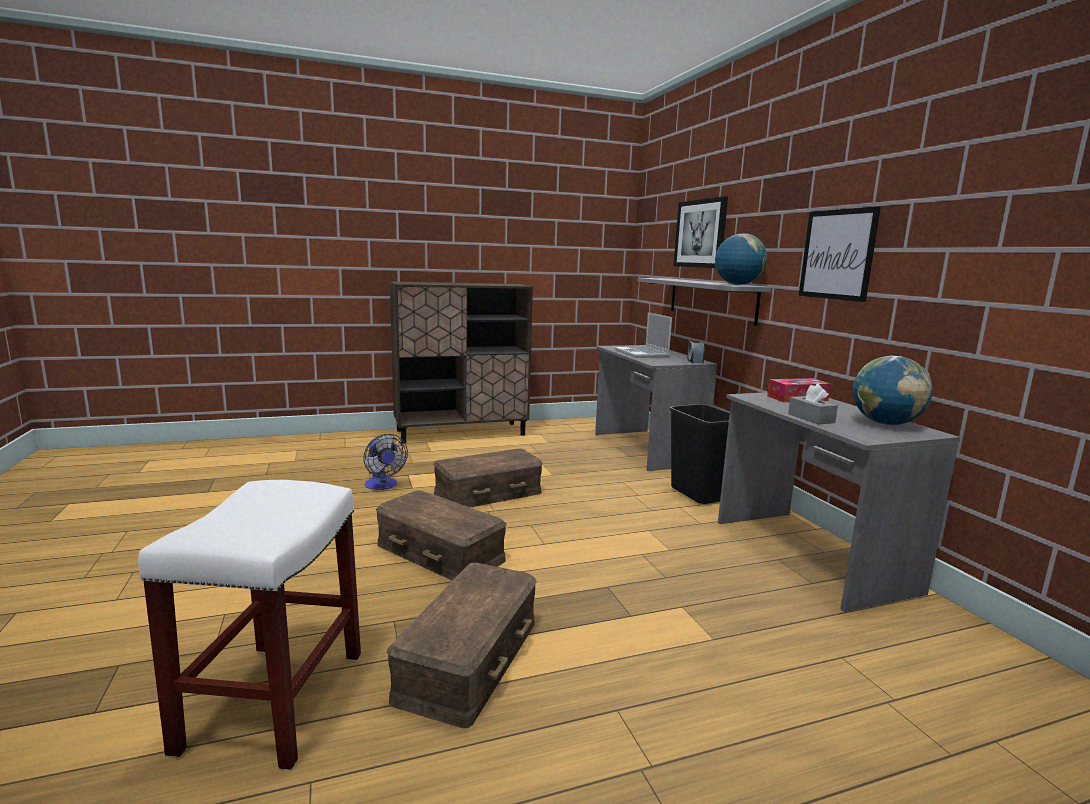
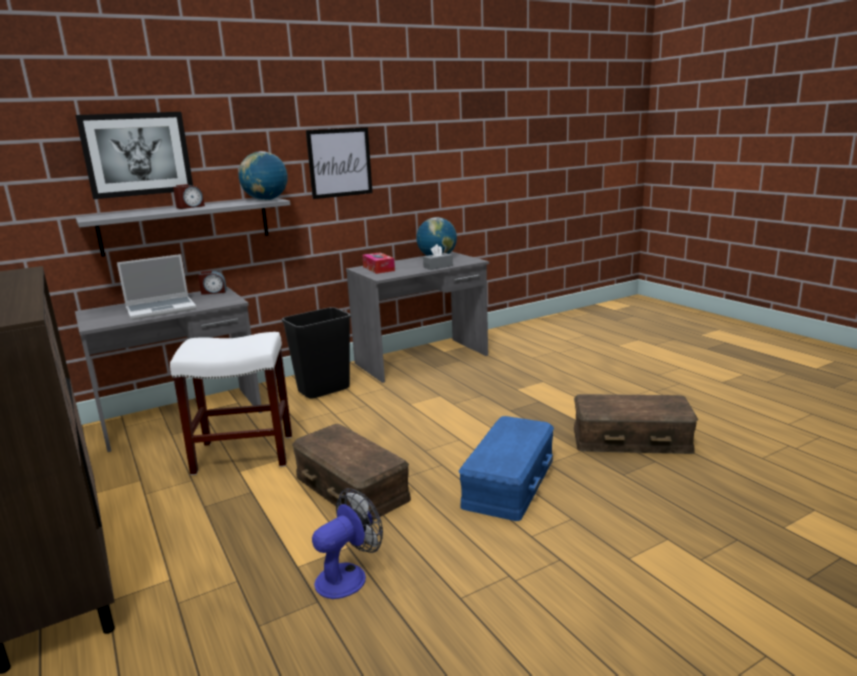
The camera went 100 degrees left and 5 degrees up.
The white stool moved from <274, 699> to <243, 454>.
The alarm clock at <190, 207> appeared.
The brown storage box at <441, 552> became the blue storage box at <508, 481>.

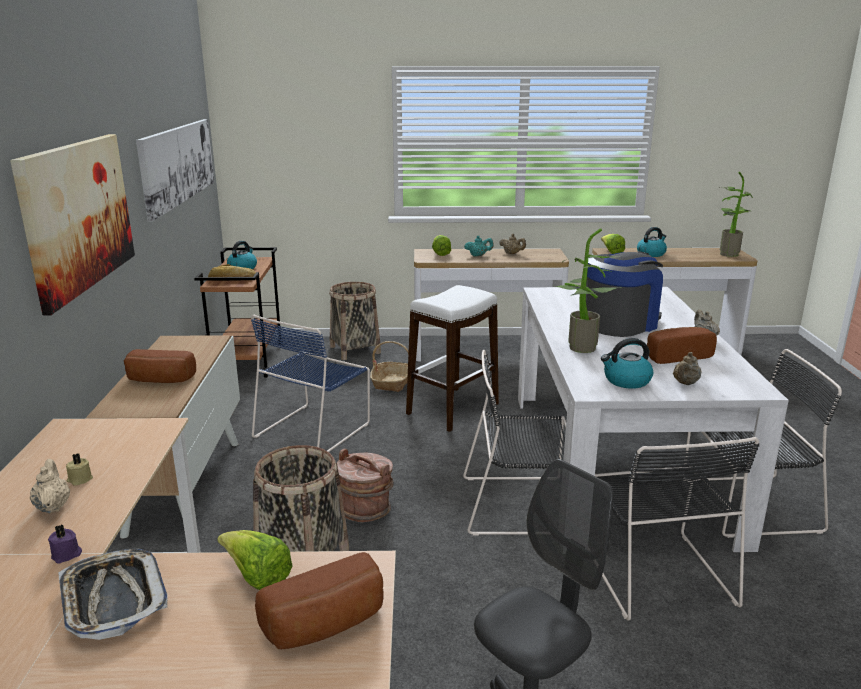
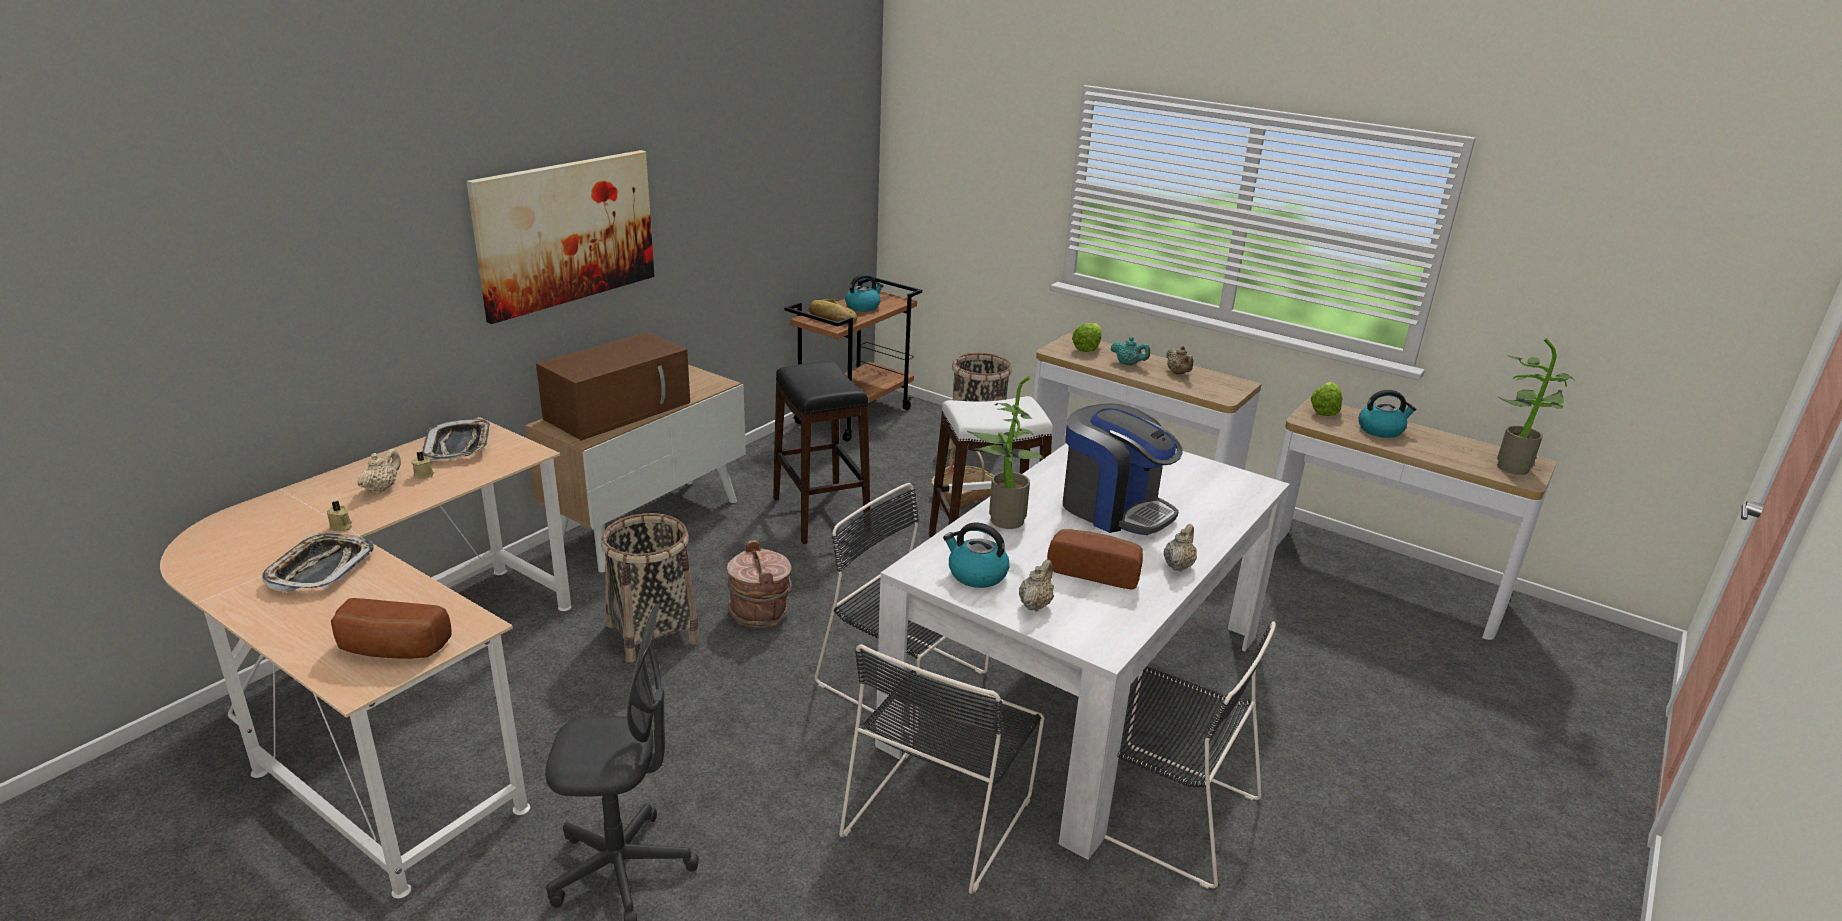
The camera went 35 degrees right and 5 degrees up.
The purple candle at <67, 555> became the beige candle at <341, 527>.
The tray at <459, 445> appeared.
The bread at <159, 380> was replaced by the brown microwave at <619, 410>.
The blue chair at <314, 429> was replaced by the black stool at <820, 514>.
The beige teapot at <685, 383> turned 135 degrees clockwise.
The coffee machine at <620, 323> turned 45 degrees clockwise.
The picture at <178, 164> disappeared.
The lettuce at <257, 578> disappeared.

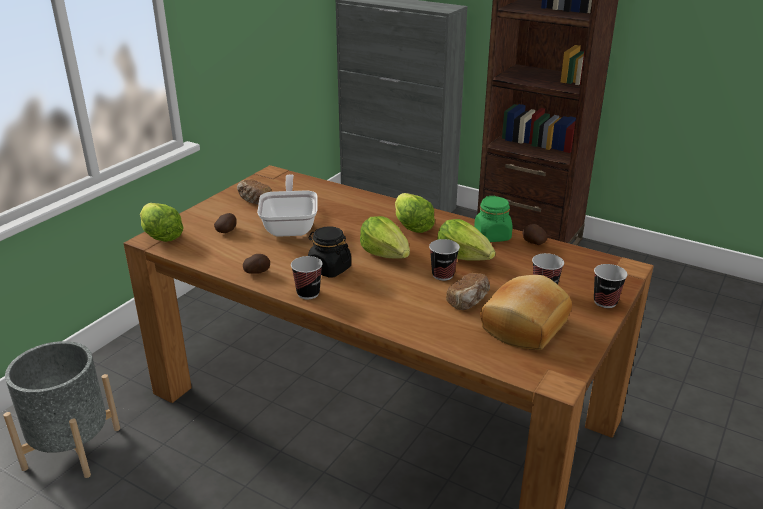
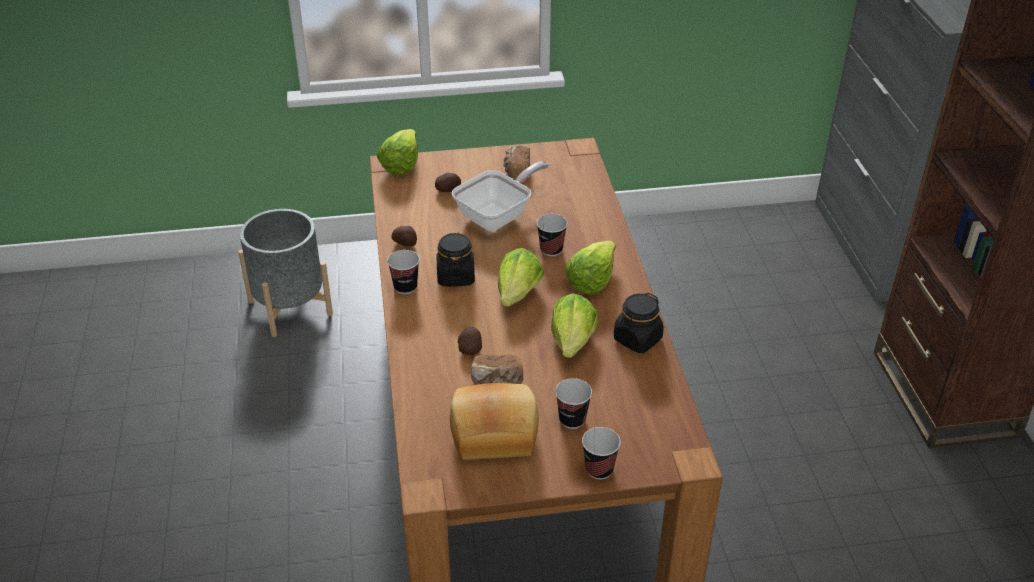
The camera went 50 degrees right and 10 degrees up.
The potato moved from <533, 243> to <470, 349>.
The cup moved from <443, 275> to <551, 250>.
The green jar at <492, 236> became the black jar at <637, 339>.

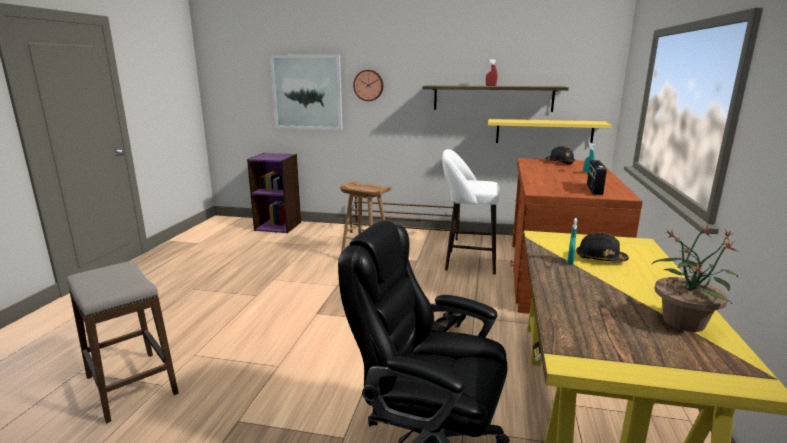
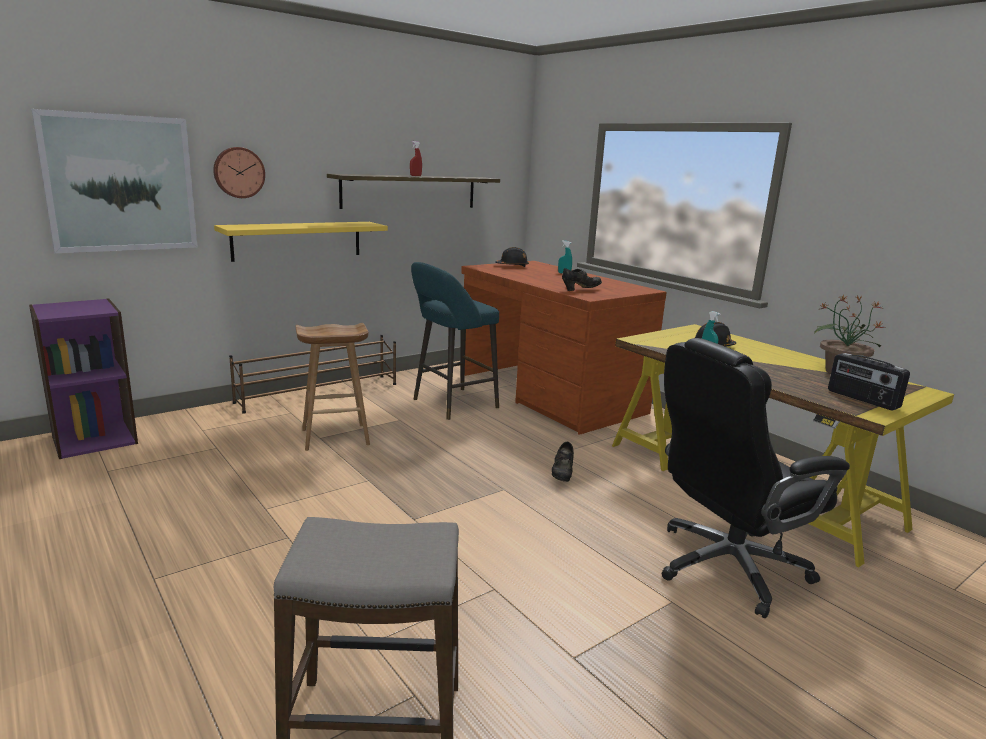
The camera went 50 degrees left and 0 degrees up.
The yellow shelf moved from <544, 132> to <297, 240>.
The white stool at <467, 262> became the turquoise stool at <451, 404>.
The black shoe at <581, 289> appeared.
The radio moved from <594, 189> to <862, 399>.

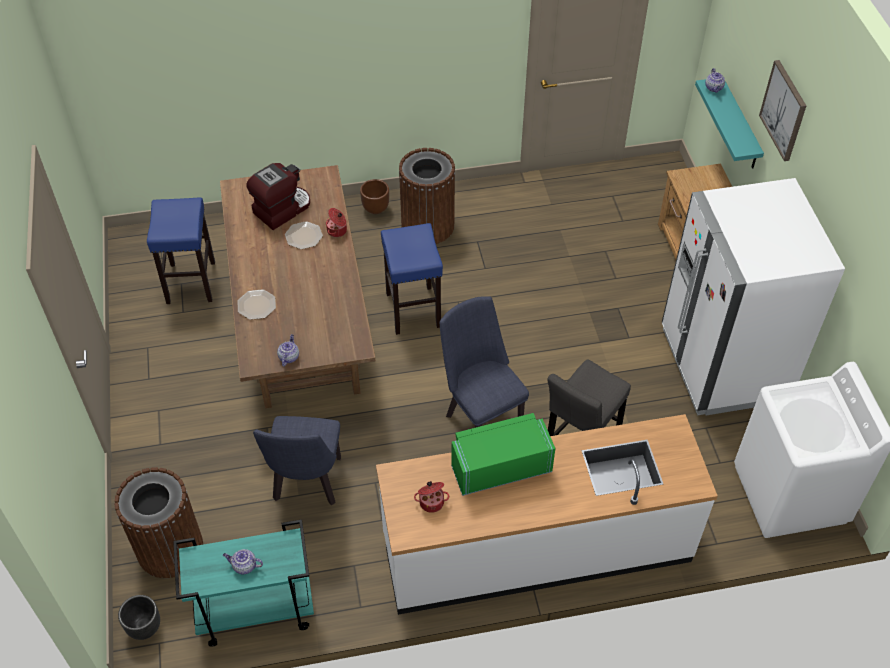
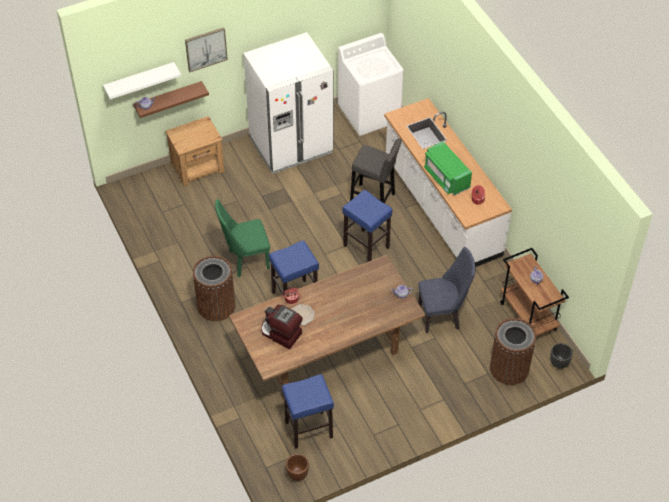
The camera went 105 degrees left and 0 degrees up.
The white shelf at <139, 80> appeared.
The turquoise shelf at <739, 125> became the brown shelf at <168, 99>.
The green chair at <245, 261> appeared.
The brown planter moved from <375, 208> to <297, 474>.
The blue chair at <480, 416> was replaced by the blue stool at <365, 246>.
The turquoise cart at <255, 612> became the brown cart at <528, 316>.
The plate at <257, 305> disappeared.

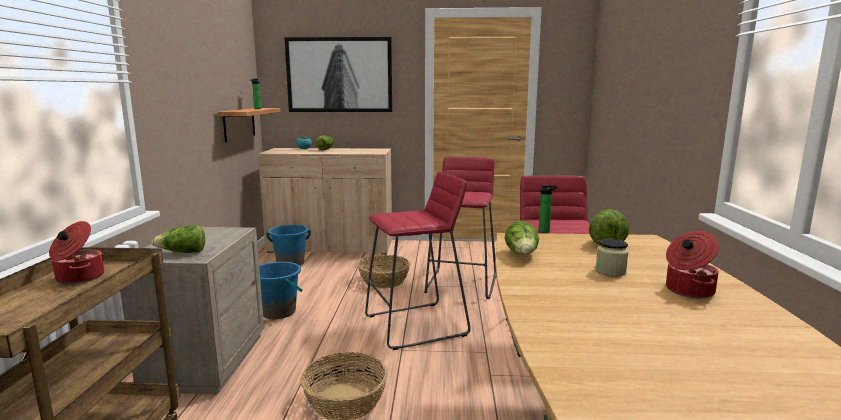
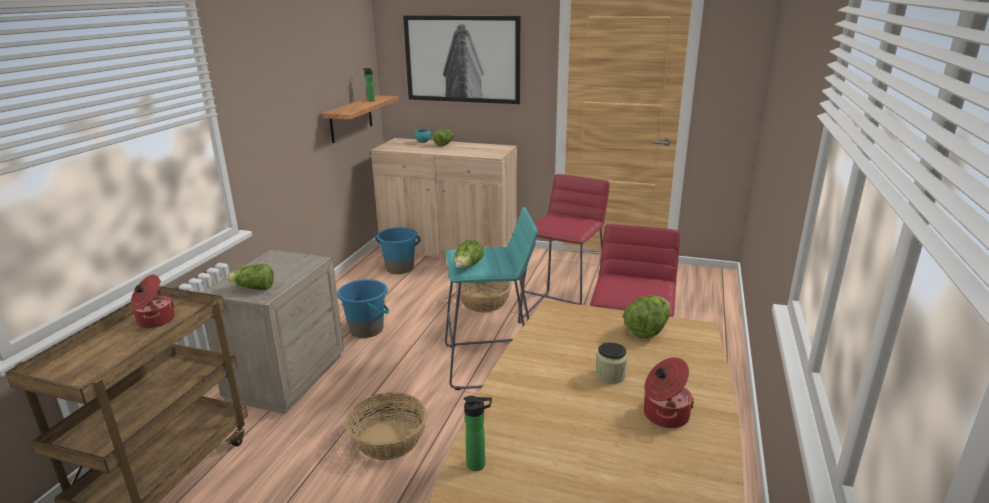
The camera went 15 degrees right and 10 degrees up.
The red stool at <417, 325> became the turquoise stool at <491, 364>.
The lettuce moved from <522, 255> to <468, 266>.
The bottle moved from <545, 231> to <479, 465>.

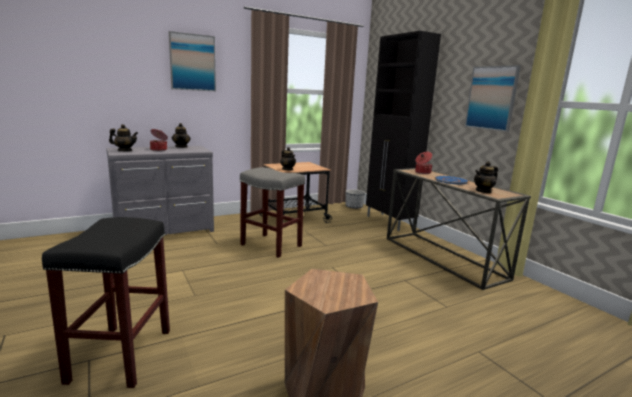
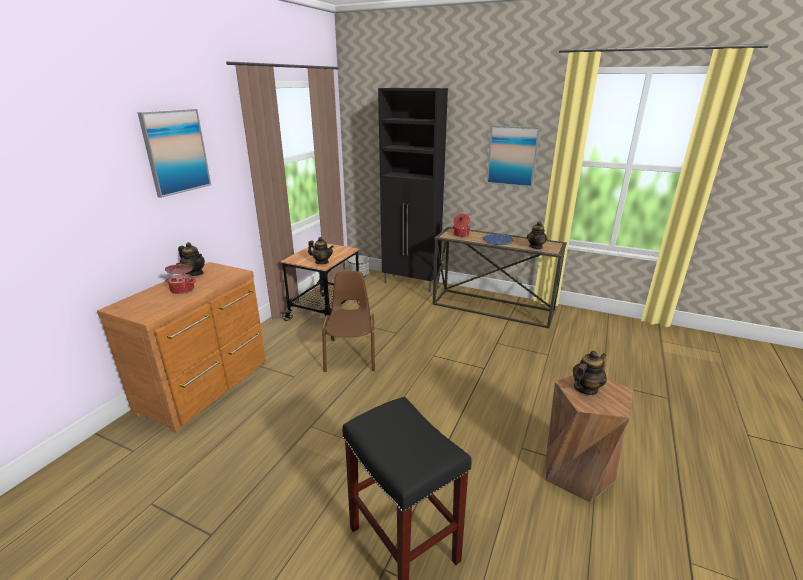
The camera went 35 degrees left and 10 degrees up.
The grey dresser at <165, 231> became the brown dresser at <208, 386>.
The grey stool at <272, 245> was replaced by the brown chair at <351, 354>.
The teapot moved from <125, 150> to <585, 388>.

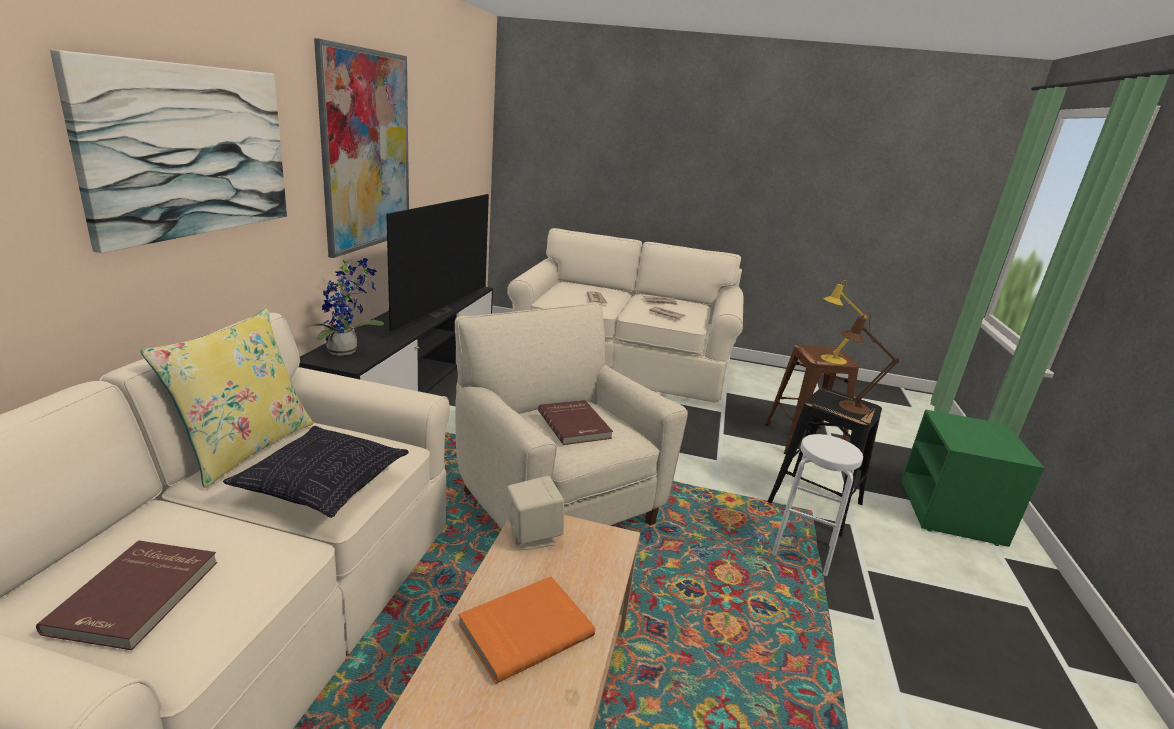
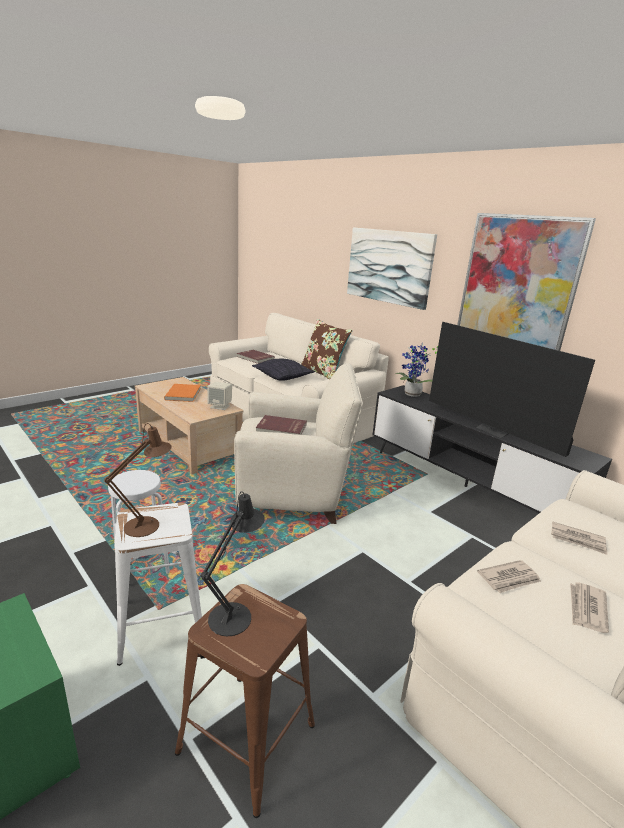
The camera went 125 degrees right and 0 degrees up.
The black stool at <815, 503> became the white stool at <161, 624>.
The yellow table lamp at <829, 359> became the black table lamp at <234, 614>.
The yellow pillow at <245, 447> became the brown pillow at <323, 373>.

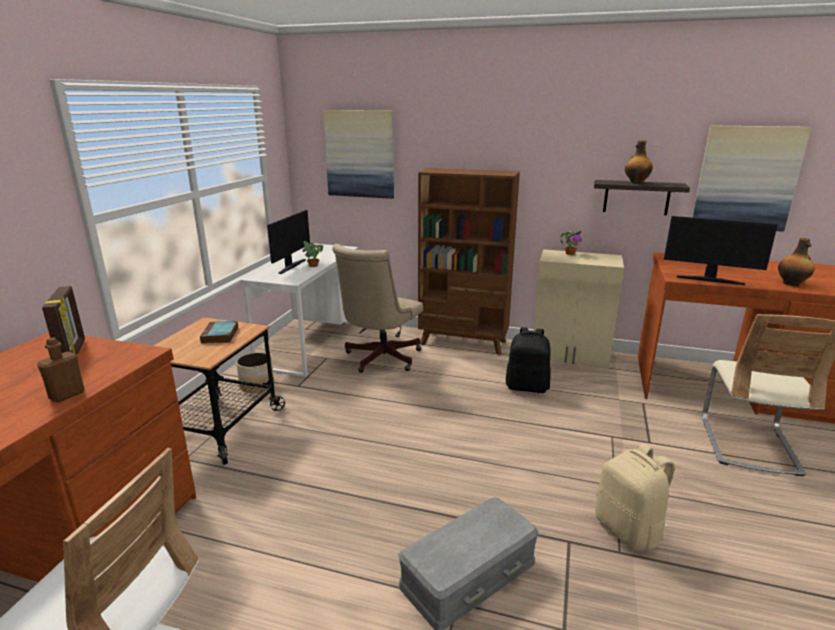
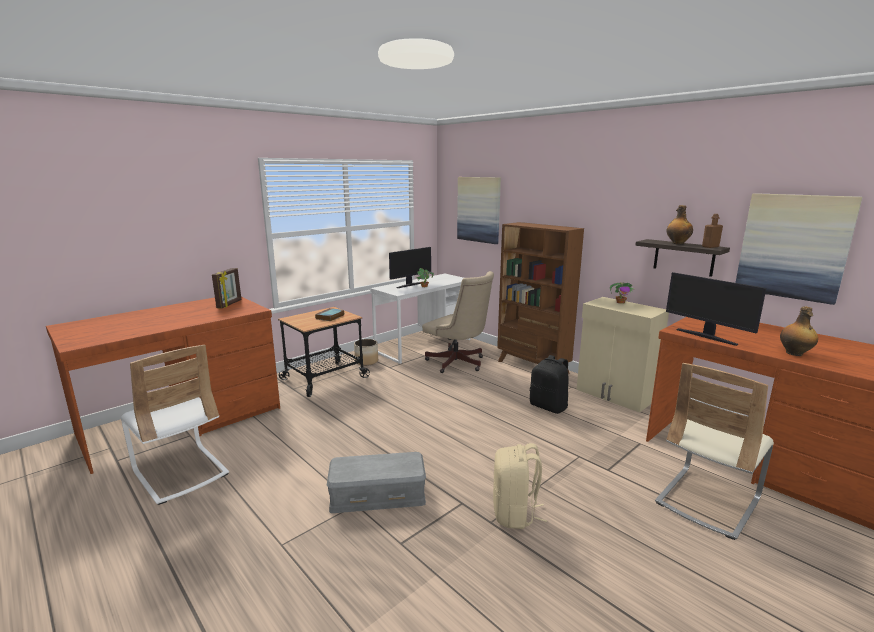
The camera went 30 degrees right and 5 degrees down.
The beige office chair at <379, 359> turned 105 degrees counterclockwise.
The brown bottle moved from <67, 395> to <710, 247>.

